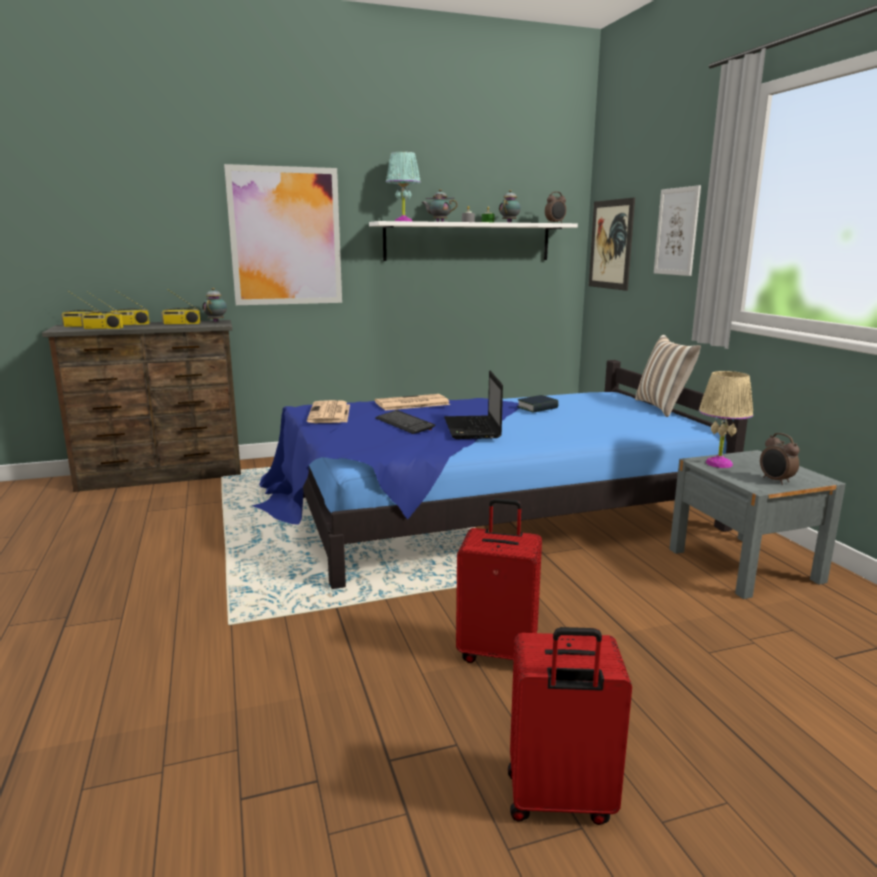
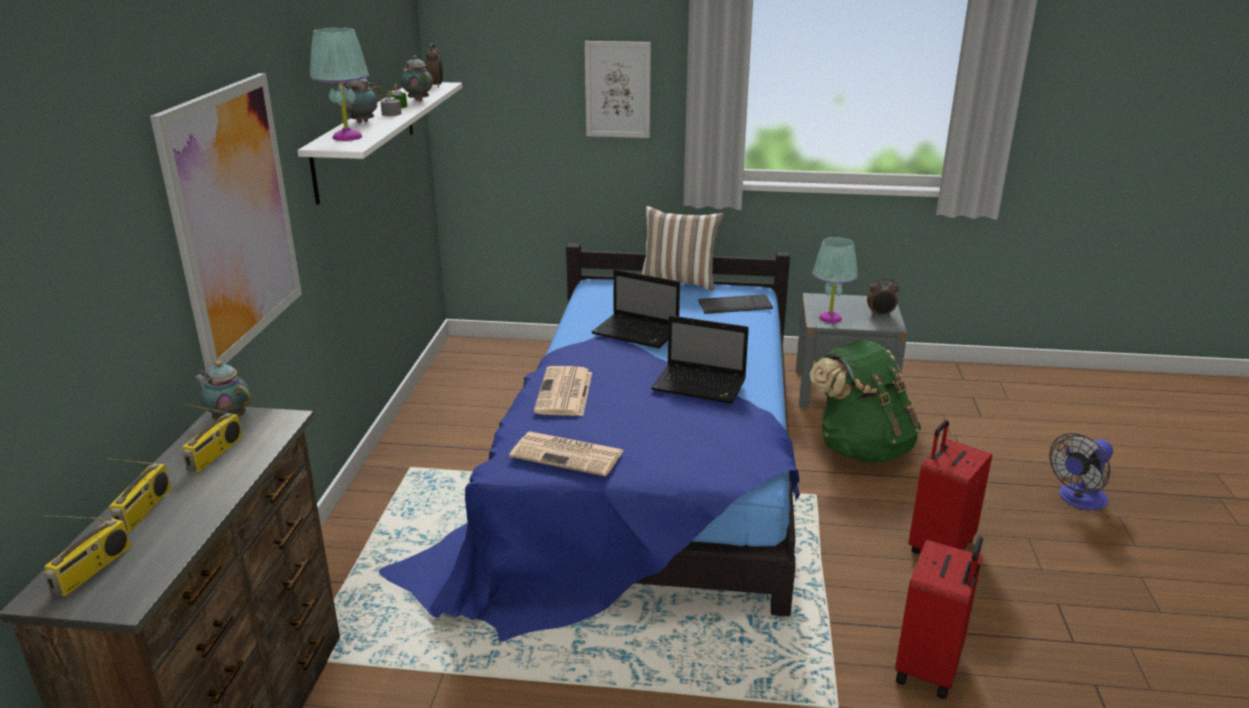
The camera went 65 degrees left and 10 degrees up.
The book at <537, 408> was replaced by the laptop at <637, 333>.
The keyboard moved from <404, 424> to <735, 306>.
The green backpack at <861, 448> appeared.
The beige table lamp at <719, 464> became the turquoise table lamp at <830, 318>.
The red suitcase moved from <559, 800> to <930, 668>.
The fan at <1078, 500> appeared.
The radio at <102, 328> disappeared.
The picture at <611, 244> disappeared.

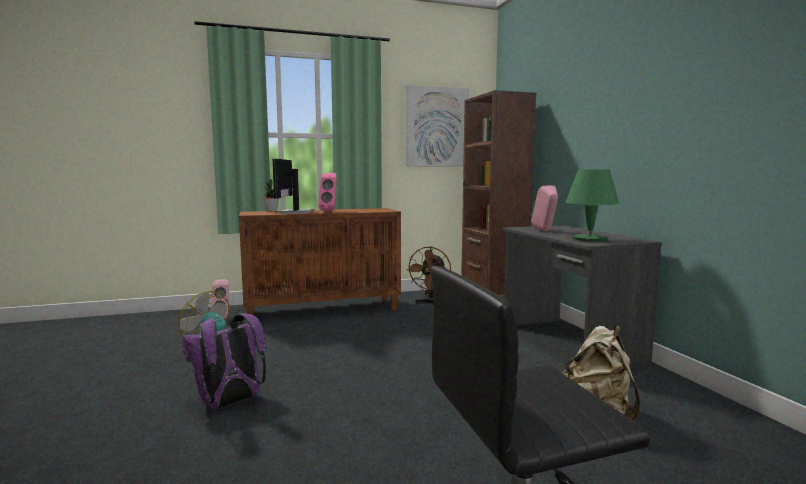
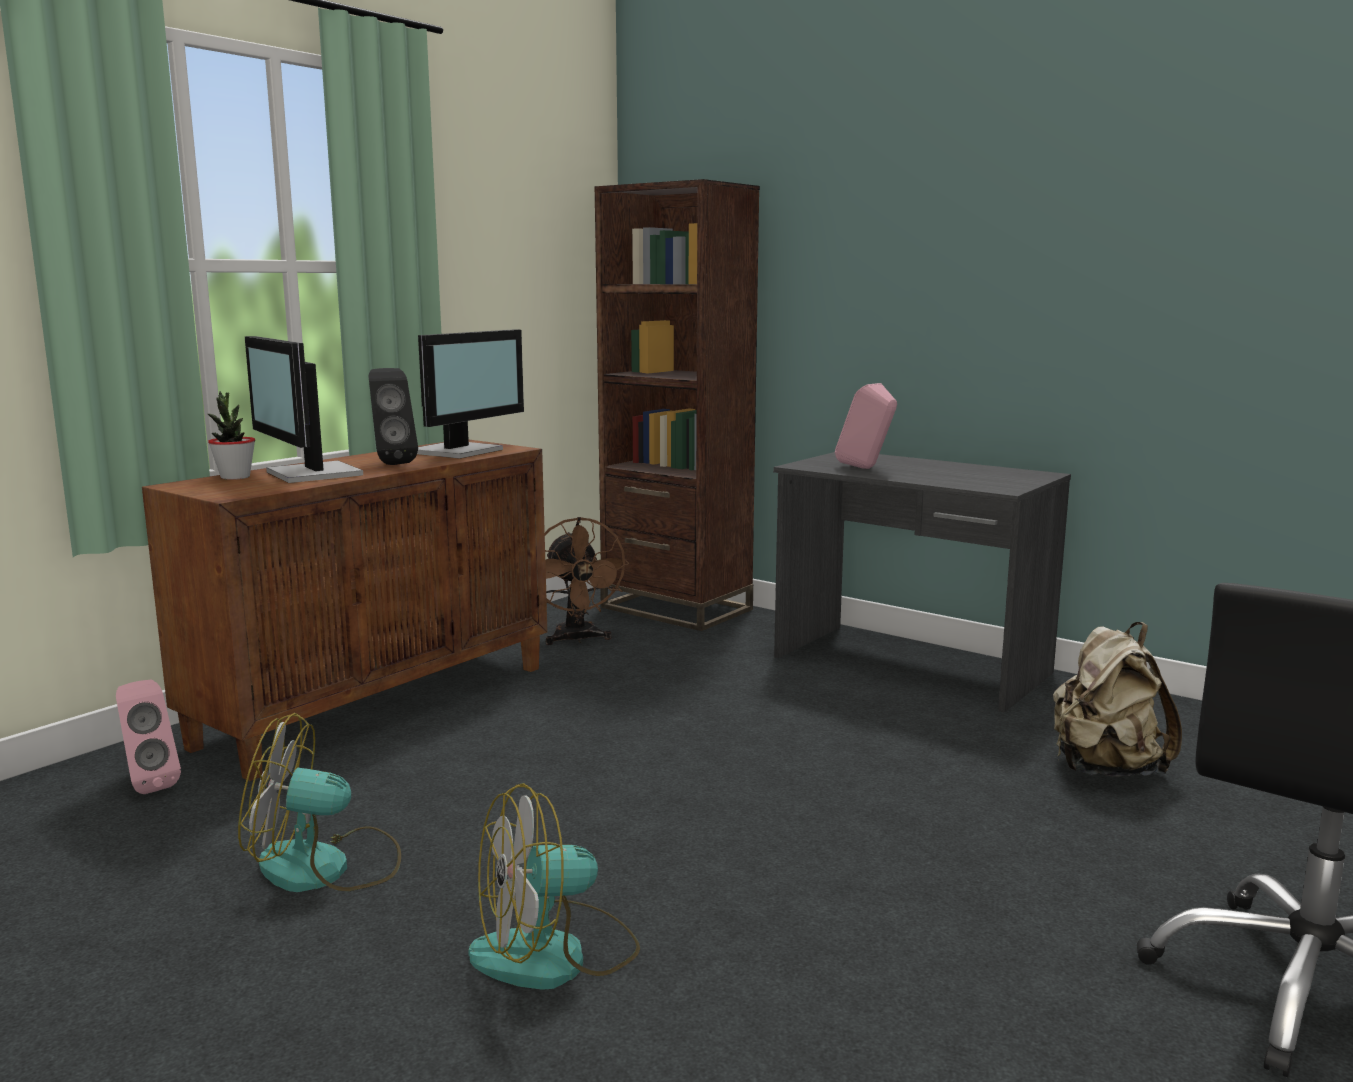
The camera went 35 degrees left and 5 degrees up.
The pink speaker at <330, 211> became the black speaker at <392, 464>.
The monitor at <460, 451> appeared.
The purple backpack at <230, 403> was replaced by the fan at <555, 955>.
The picture at <436, 127> disappeared.
The green table lamp at <589, 239> disappeared.

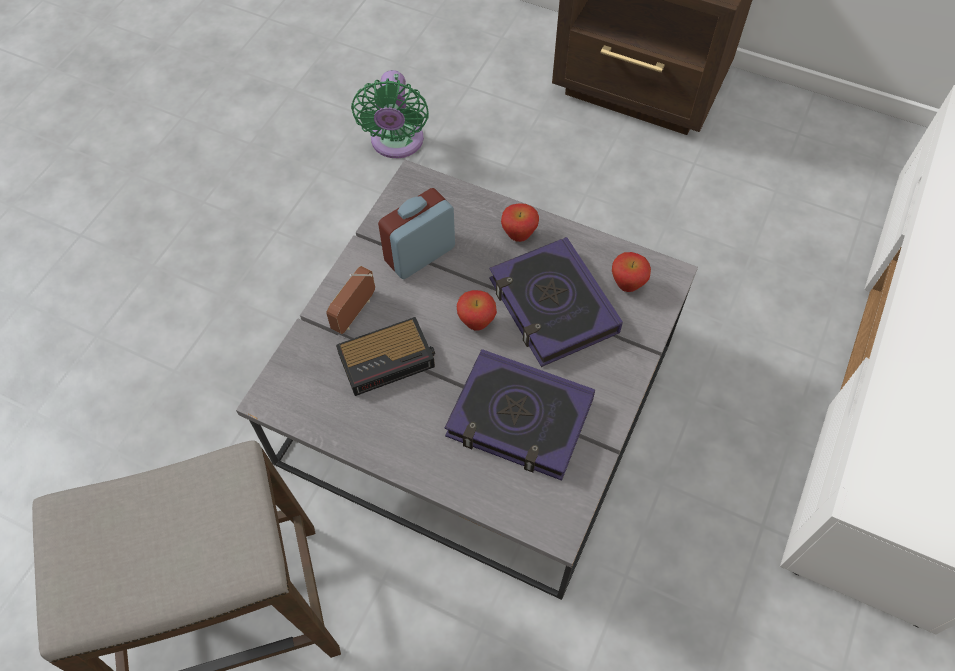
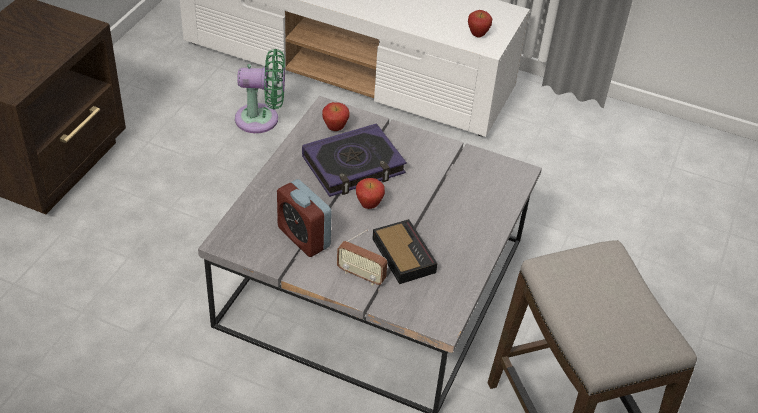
The camera went 95 degrees left and 15 degrees down.
The green fan moved from <396, 143> to <262, 119>.
The apple moved from <519, 236> to <477, 35>.
The book at <519, 419> disappeared.

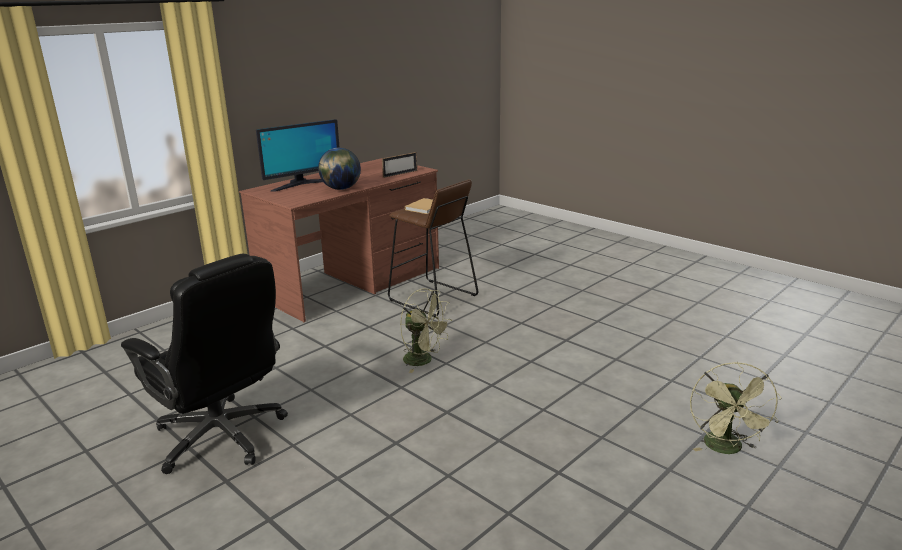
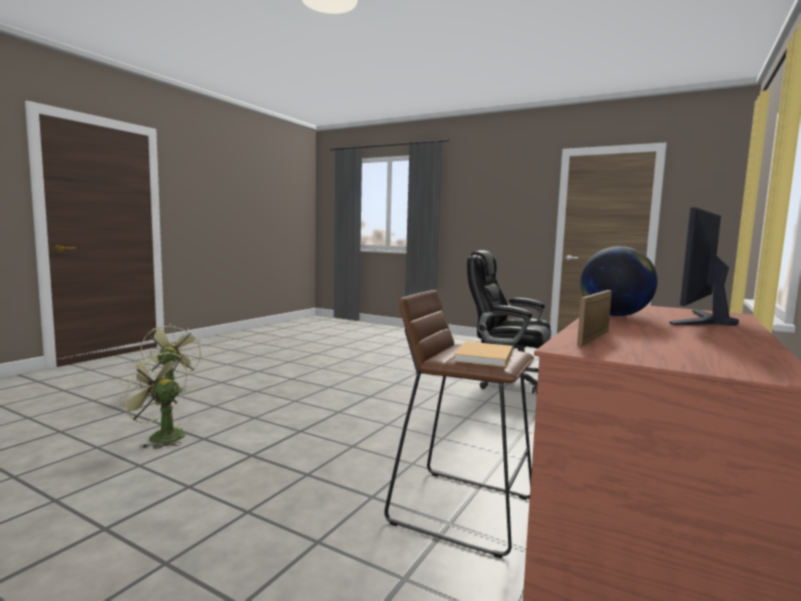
The camera went 165 degrees right and 15 degrees down.
The green fan moved from <424, 361> to <160, 436>.

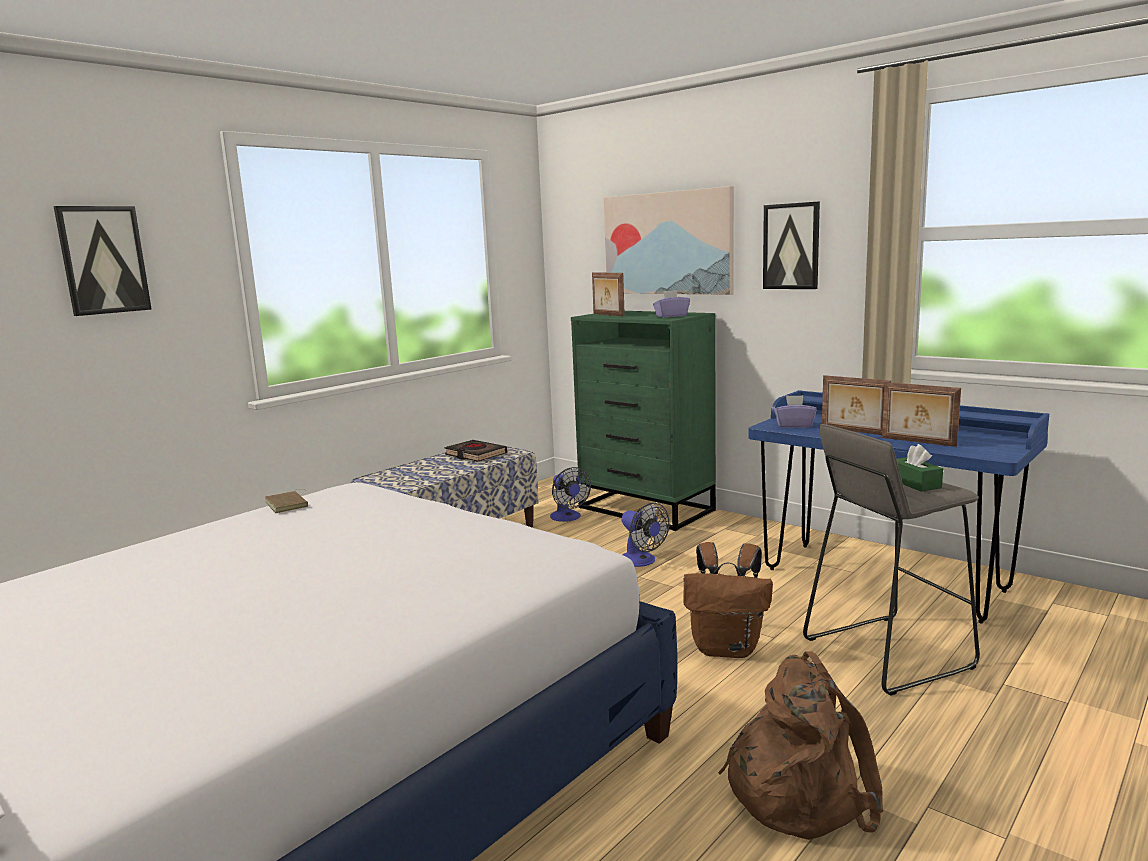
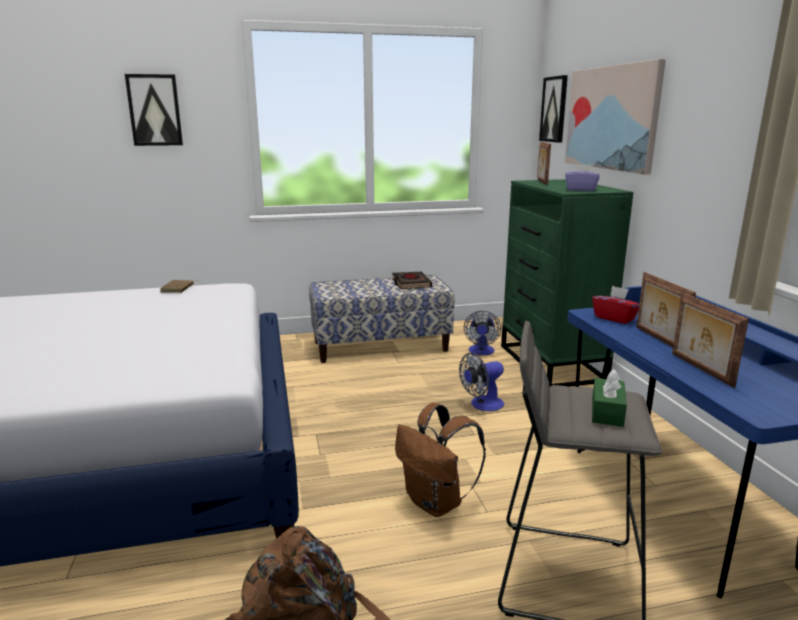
The camera went 35 degrees right and 5 degrees up.
The fan at <641, 561> turned 60 degrees clockwise.
The picture moved from <791, 246> to <554, 109>.
The purple tissue box at <794, 425> became the red tissue box at <614, 318>.

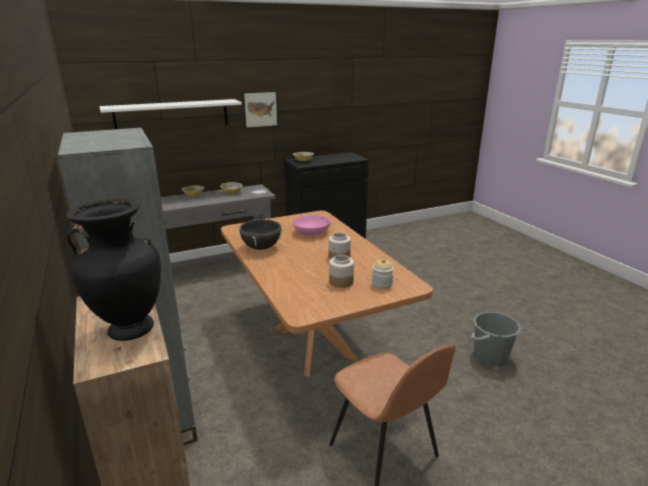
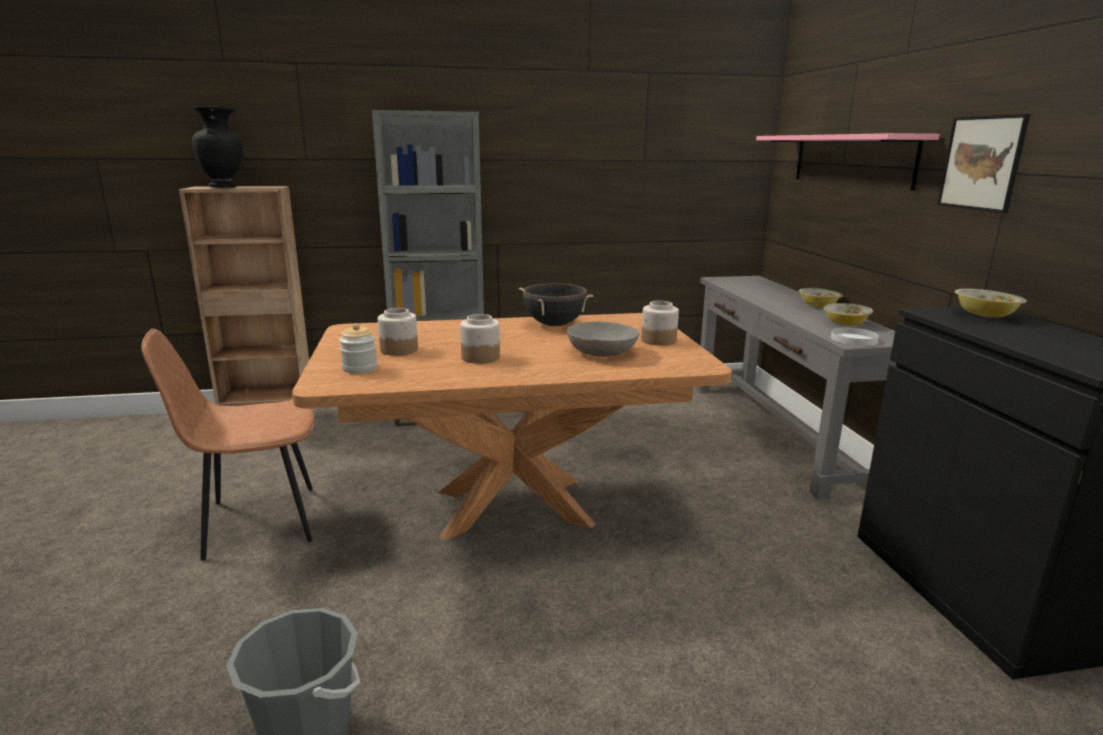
The camera went 105 degrees right and 5 degrees down.
The pink bowl at <312, 232> became the grey bowl at <602, 352>.
The jar at <658, 340> appeared.
The white shelf at <172, 115> became the pink shelf at <851, 160>.

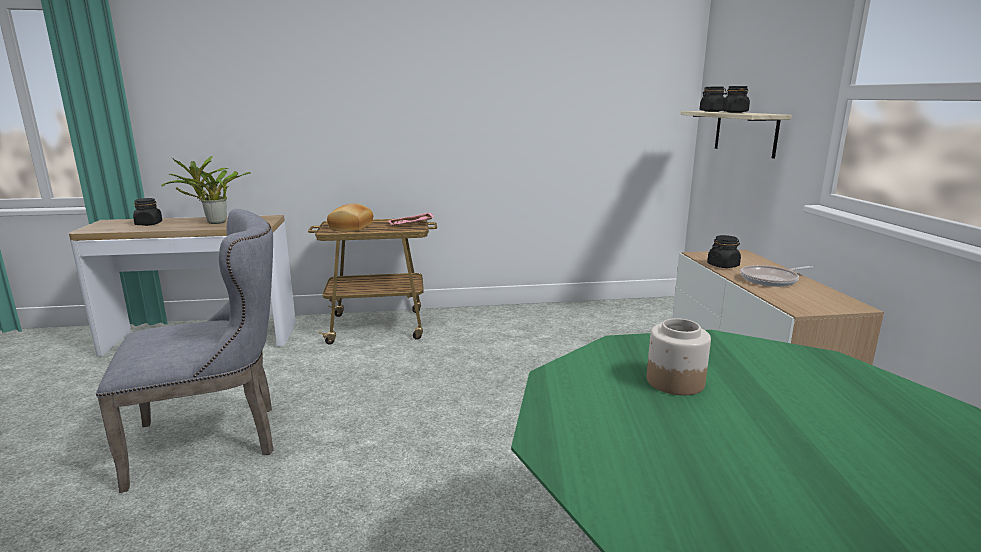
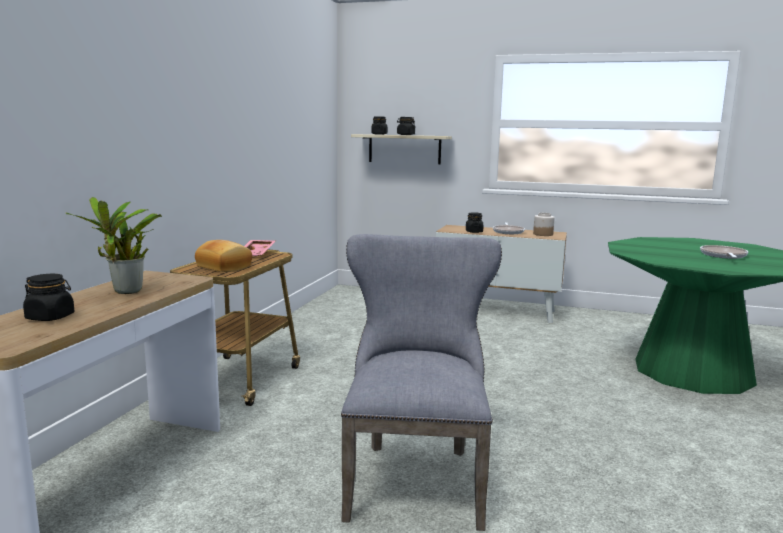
The camera went 65 degrees left and 5 degrees down.
The jar moved from <674, 381> to <543, 234>.
The frying pan at <723, 256> appeared.

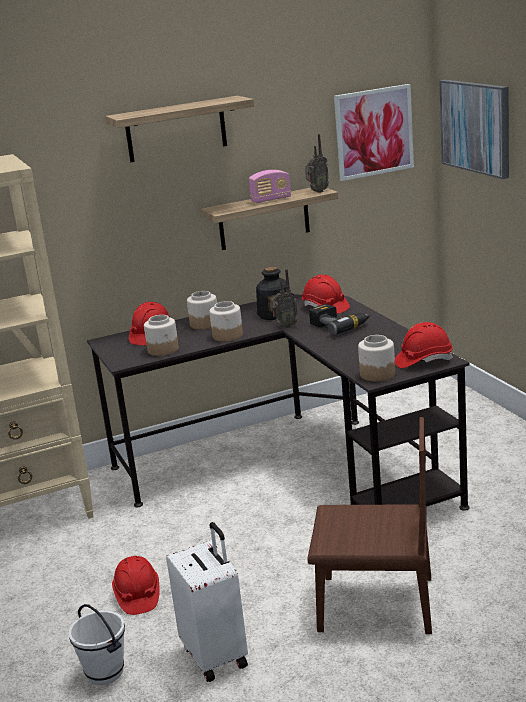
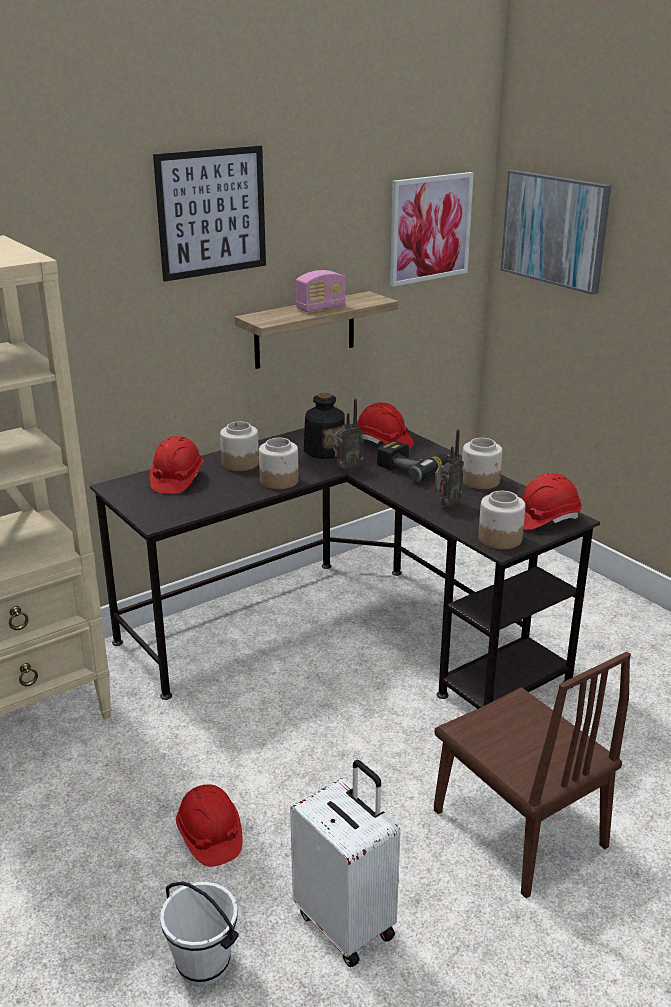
The camera went 15 degrees left and 5 degrees up.
The shelf at <176, 129> was replaced by the picture at <212, 212>.
The radio moved from <317, 192> to <446, 505>.
The brown chair at <375, 604> turned 60 degrees clockwise.
The jar moved from <163, 350> to <480, 481>.

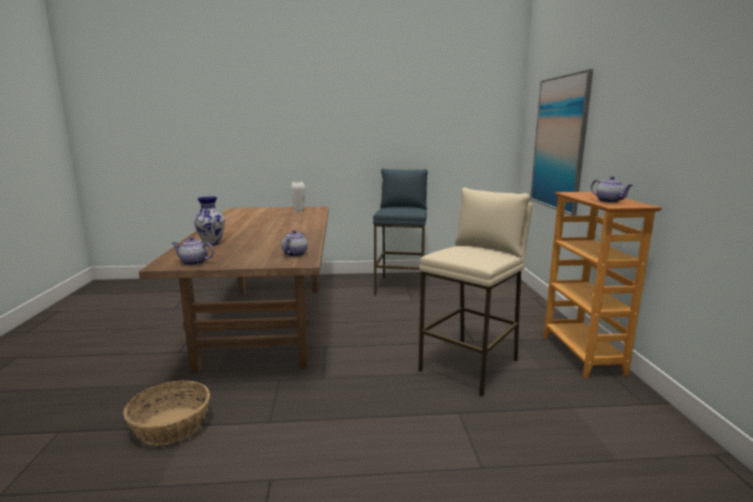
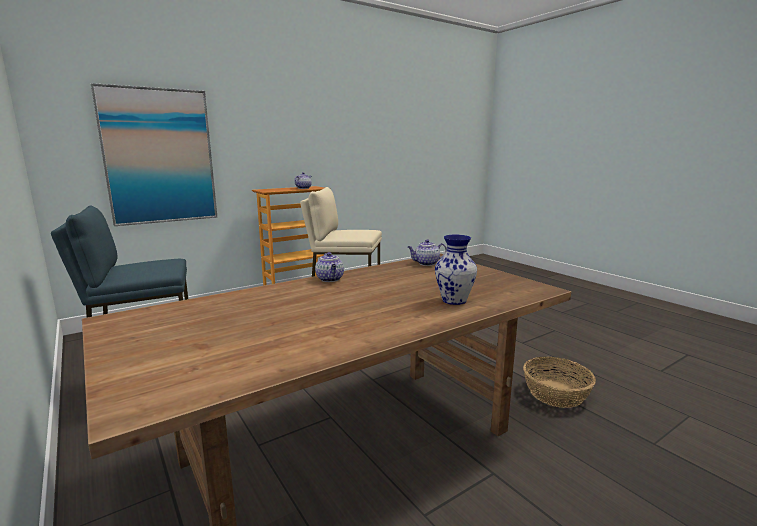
The camera went 120 degrees left and 0 degrees up.
The teapot moved from <193, 263> to <330, 279>.
The white vase at <299, 211> disappeared.

